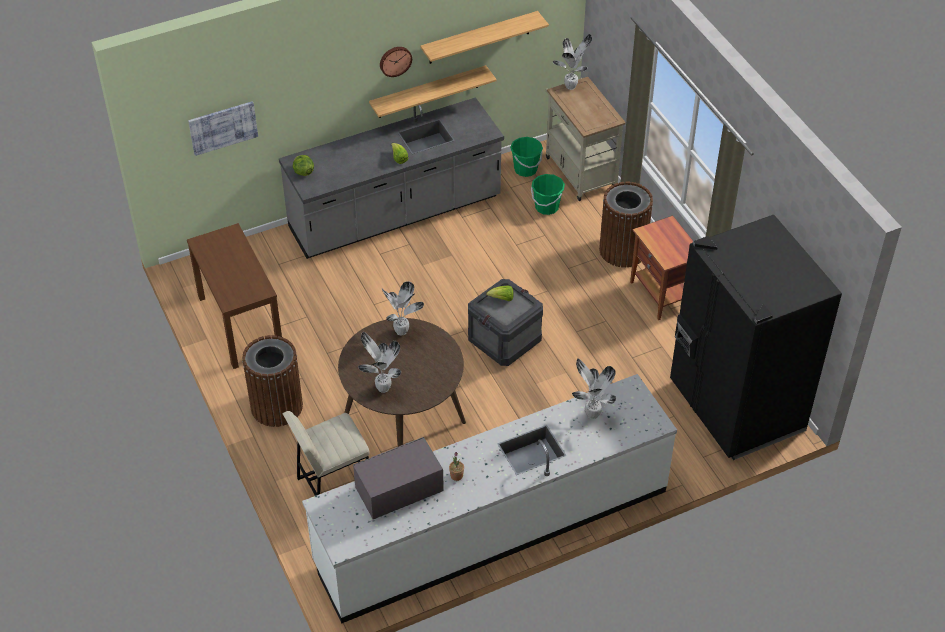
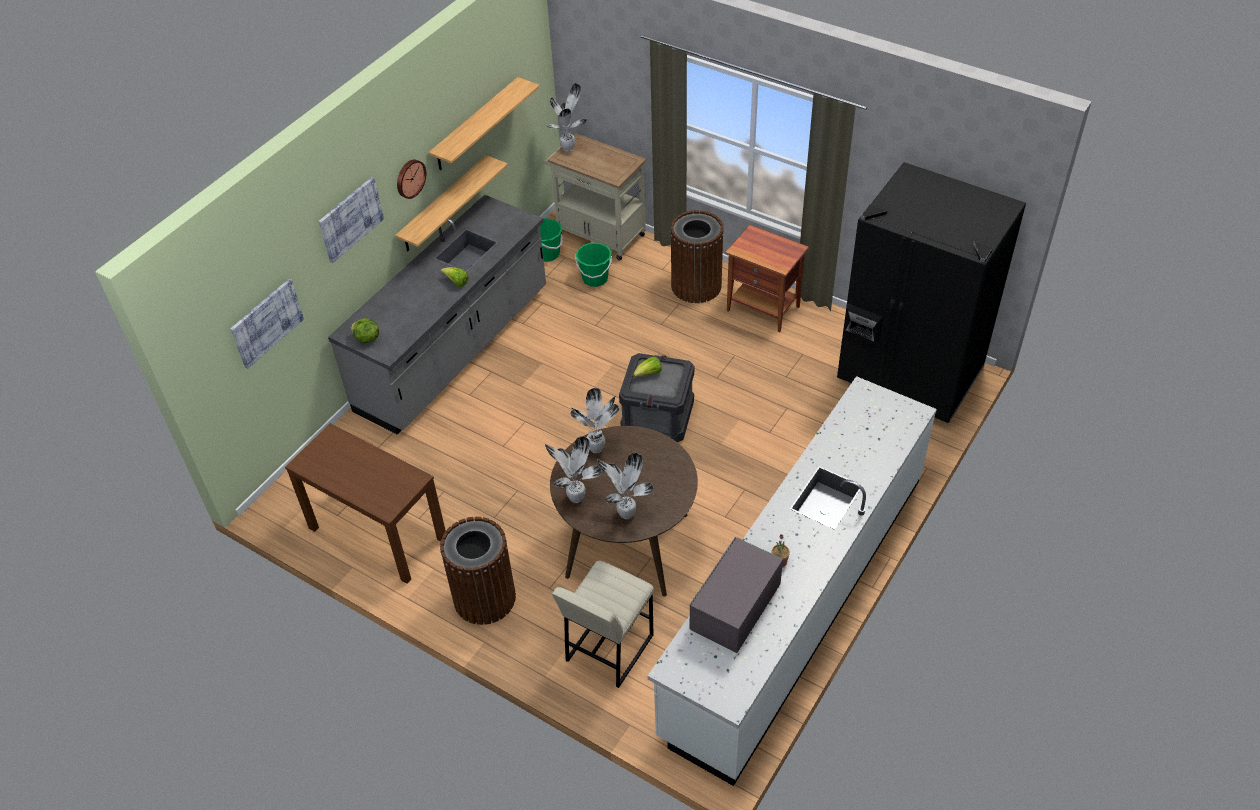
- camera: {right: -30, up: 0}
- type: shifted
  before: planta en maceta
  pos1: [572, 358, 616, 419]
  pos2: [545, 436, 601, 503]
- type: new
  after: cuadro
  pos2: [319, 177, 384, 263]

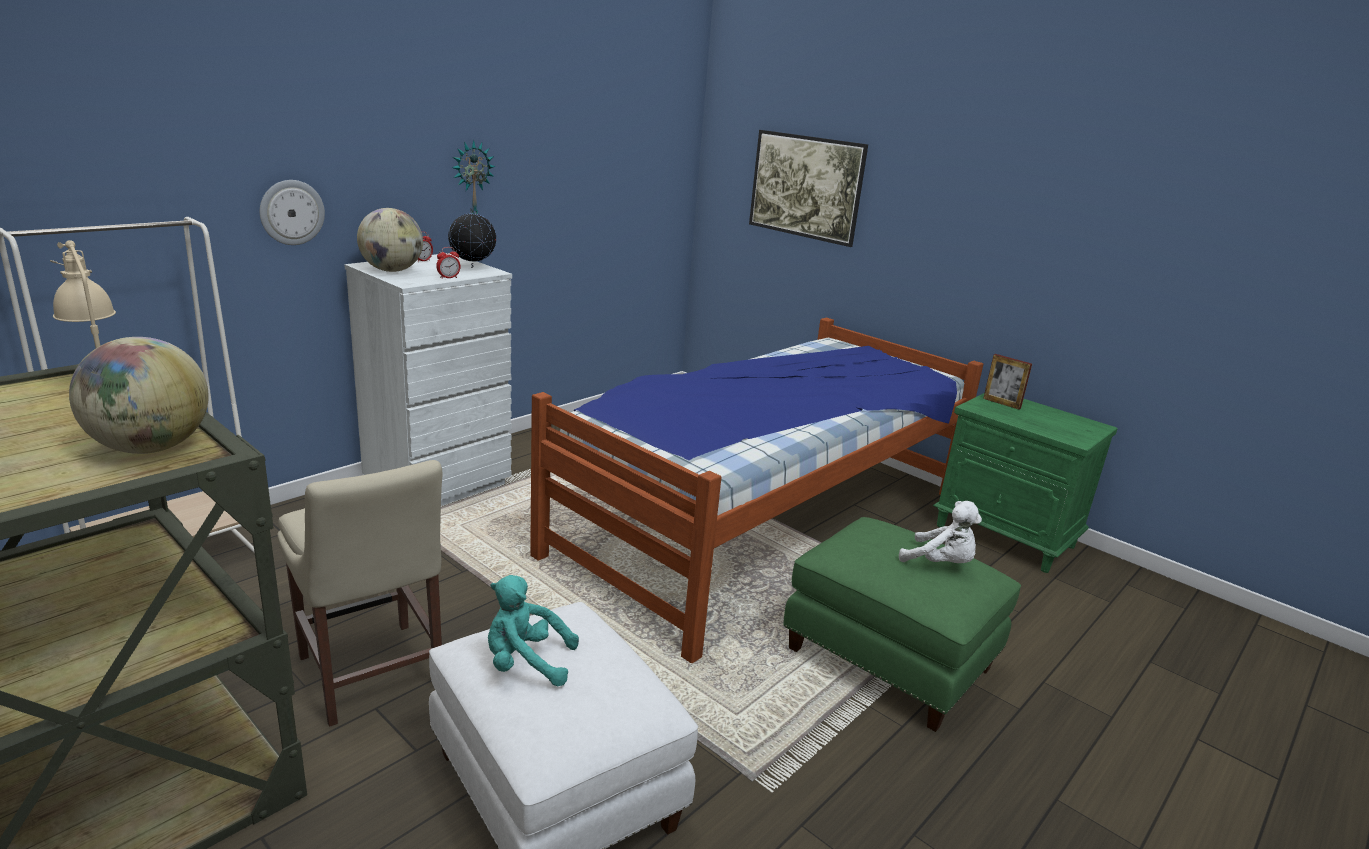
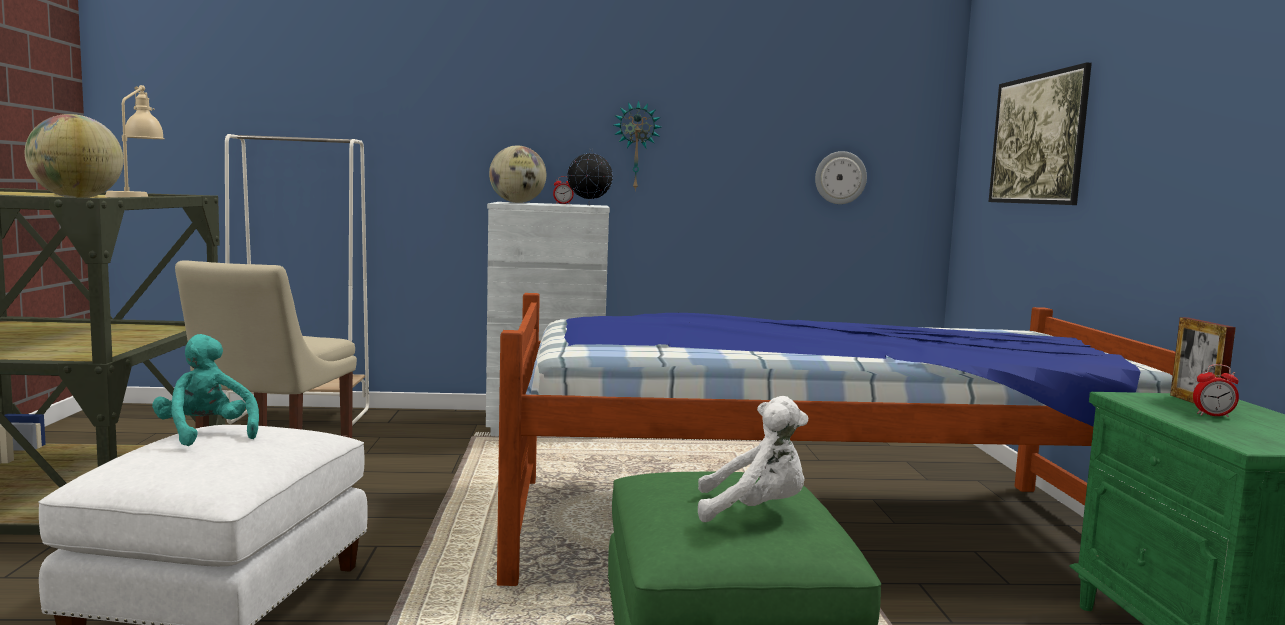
- camera: {right: 45, up: -15}
- type: shifted
  before: reloj de pared
  pos1: [260, 180, 325, 245]
  pos2: [815, 151, 867, 204]
- type: shifted
  before: despertador
  pos1: [436, 247, 460, 279]
  pos2: [1193, 364, 1239, 417]
- type: rotated
  before: peluche/blanco
  pos1: [899, 501, 982, 563]
  pos2: [698, 396, 808, 522]
  turn: -75

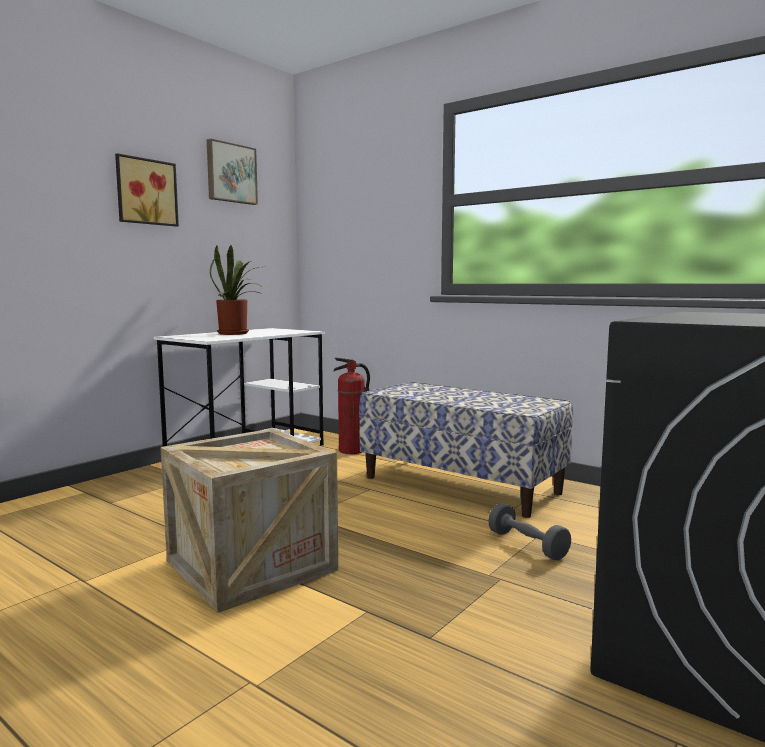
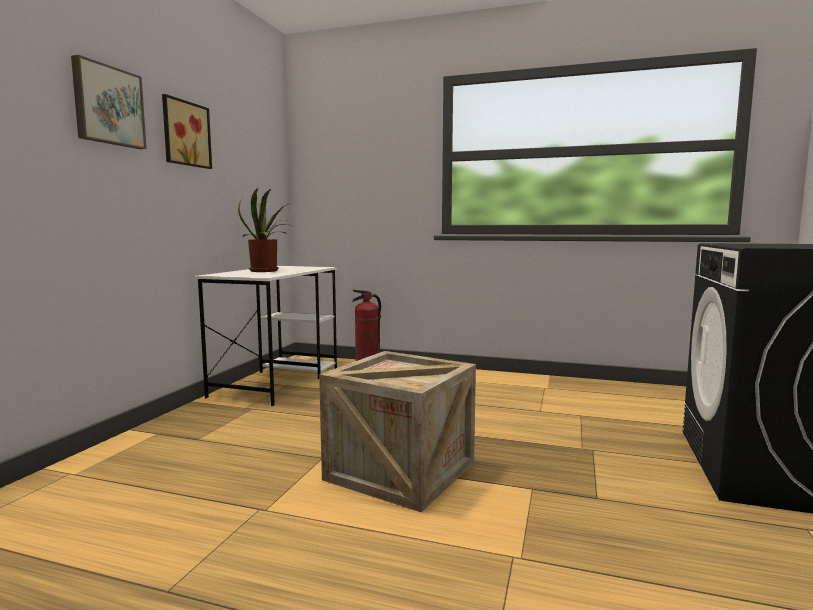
- camera: {right: -20, up: 0}
- type: shifted
  before: cuadro
  pos1: [207, 139, 258, 205]
  pos2: [71, 55, 147, 149]
- type: gone
  before: banco
  pos1: [359, 382, 573, 518]
- type: gone
  before: mancuerna/gris
  pos1: [488, 503, 571, 560]

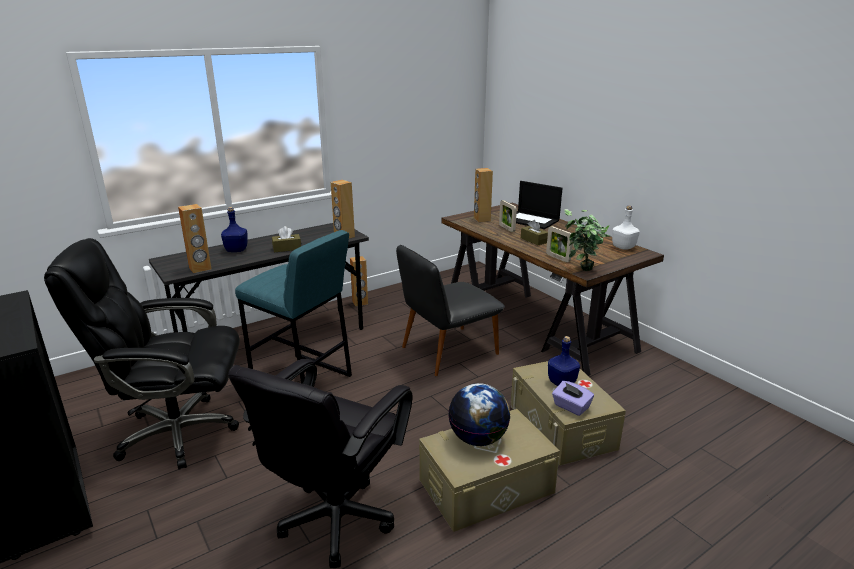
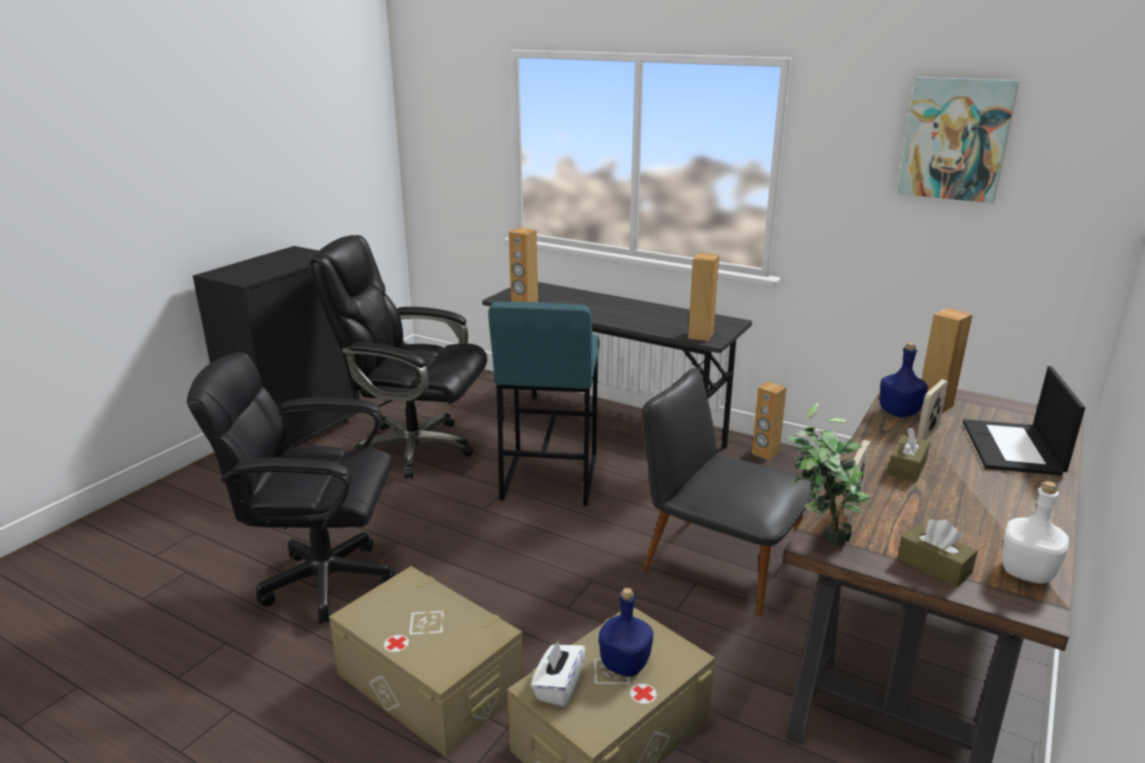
- camera: {right: 65, up: 0}
- type: shifted
  before: botella/azul
  pos1: [221, 207, 248, 252]
  pos2: [880, 342, 928, 417]
- type: shifted
  before: caja de pañuelos/marrón
  pos1: [272, 226, 301, 252]
  pos2: [897, 519, 977, 587]
- type: rotated
  before: silla de oficina/negro
  pos1: [44, 238, 240, 469]
  pos2: [310, 235, 487, 479]
  turn: -45
- type: repainted
  before: caja de pañuelos/morado
  after: caja de pañuelos/blanco
  pos1: [552, 381, 594, 416]
  pos2: [531, 640, 585, 707]
- type: gone
  before: globo terráqueo
  pos1: [448, 383, 510, 446]
- type: new
  after: cuadro
  pos2: [897, 77, 1019, 203]

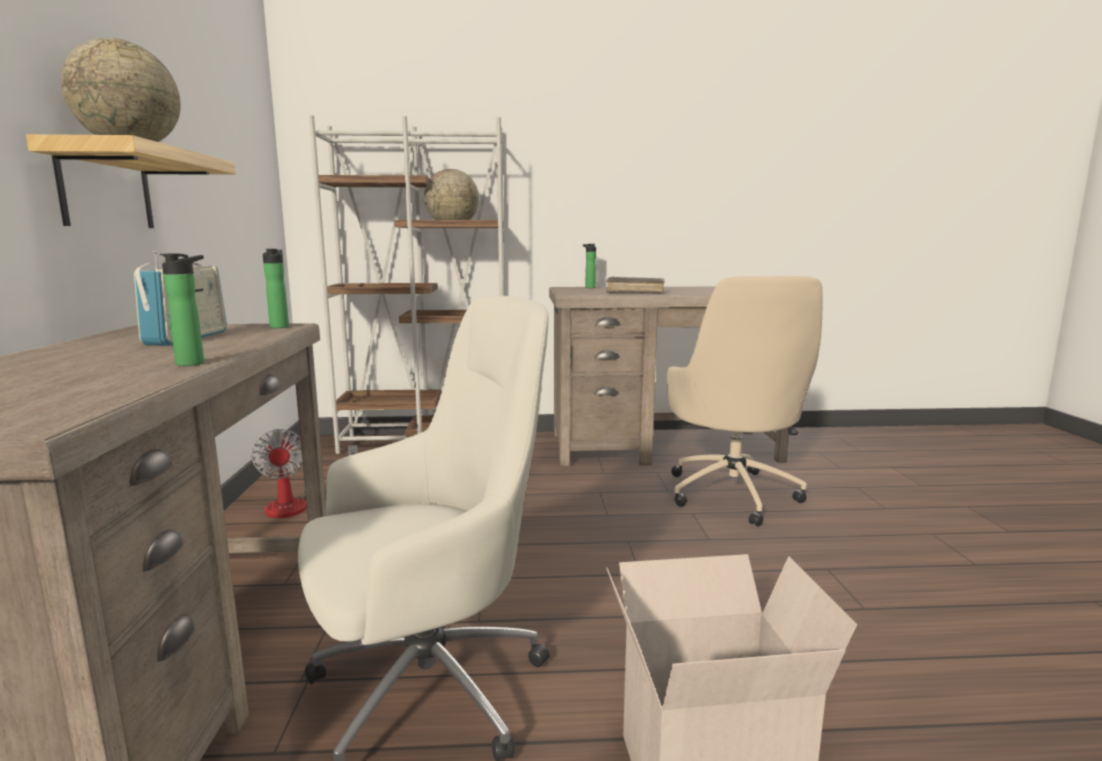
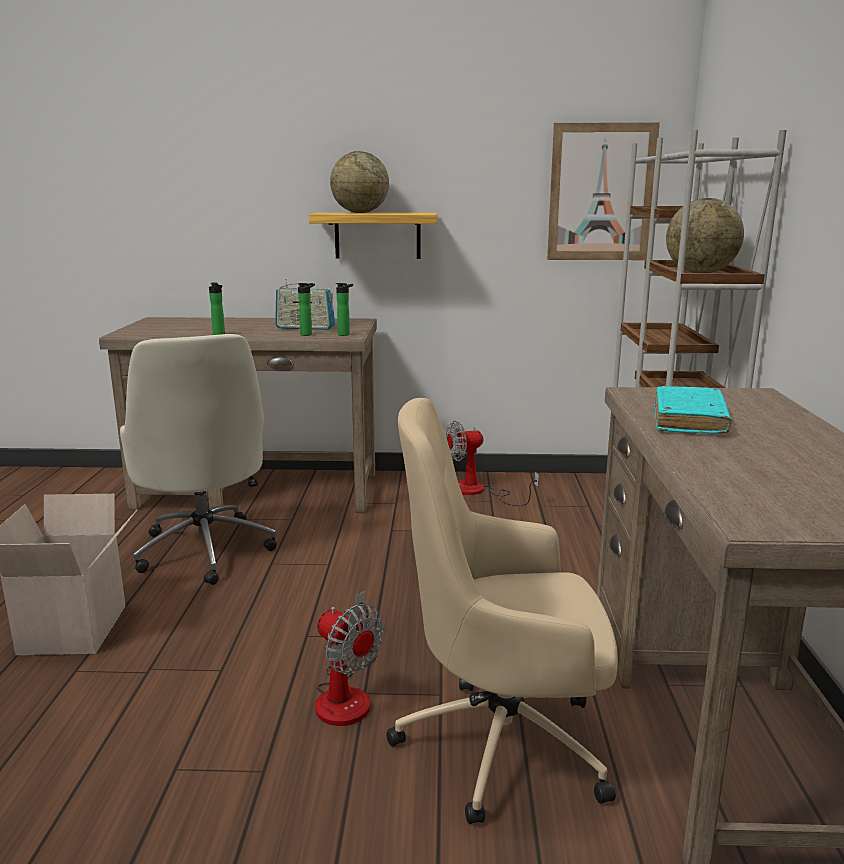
- camera: {right: 95, up: 5}
- type: shifted
  before: botella
  pos1: [583, 244, 596, 288]
  pos2: [298, 283, 315, 336]
- type: repainted
  before: libro/marrón
  after: libro/turquesa
  pos1: [606, 277, 665, 294]
  pos2: [654, 386, 732, 434]
- type: new
  after: cuadro
  pos2: [547, 122, 660, 260]
- type: new
  after: ventilador
  pos2: [315, 591, 384, 726]

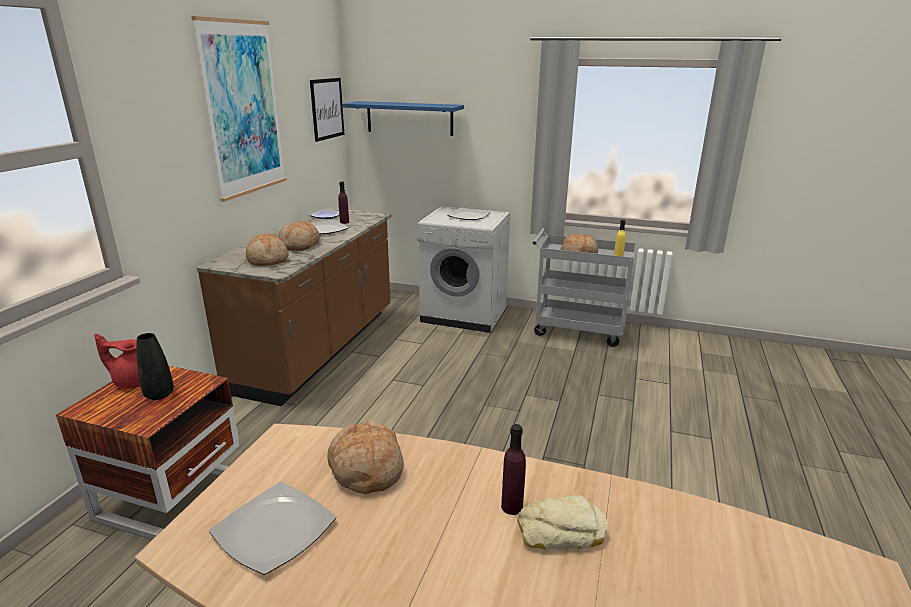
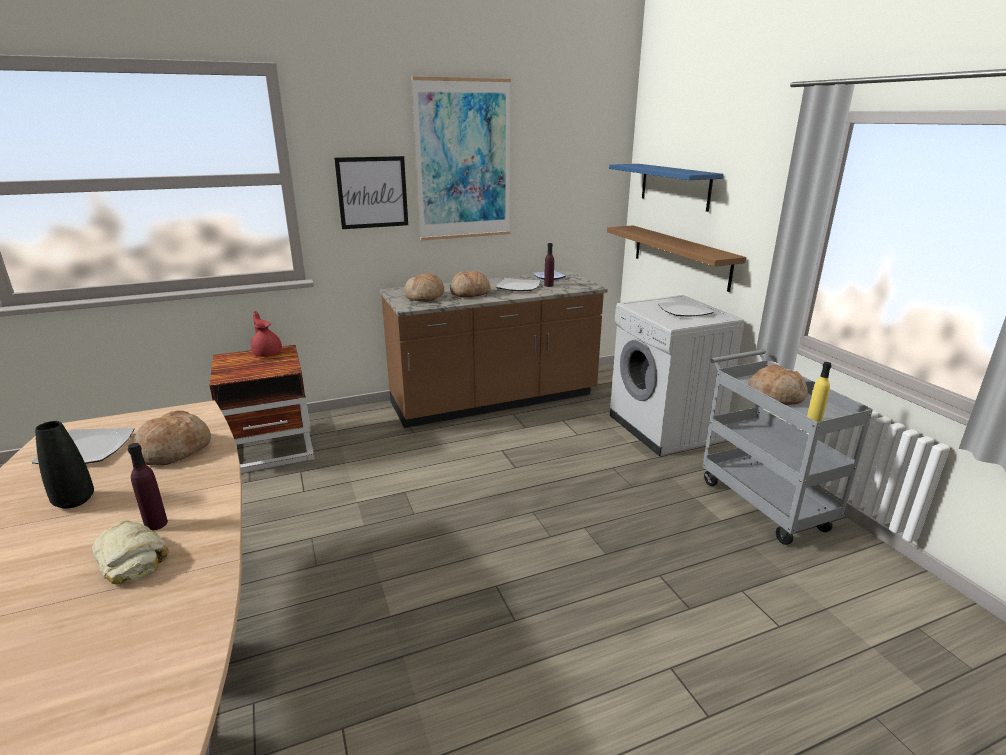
- camera: {right: 50, up: 0}
- type: shifted
  before: cuadro
  pos1: [310, 78, 344, 142]
  pos2: [334, 156, 408, 229]
- type: shifted
  before: florero/negro
  pos1: [137, 333, 174, 400]
  pos2: [35, 421, 94, 509]
- type: new
  after: estante/marrón
  pos2: [607, 225, 746, 292]

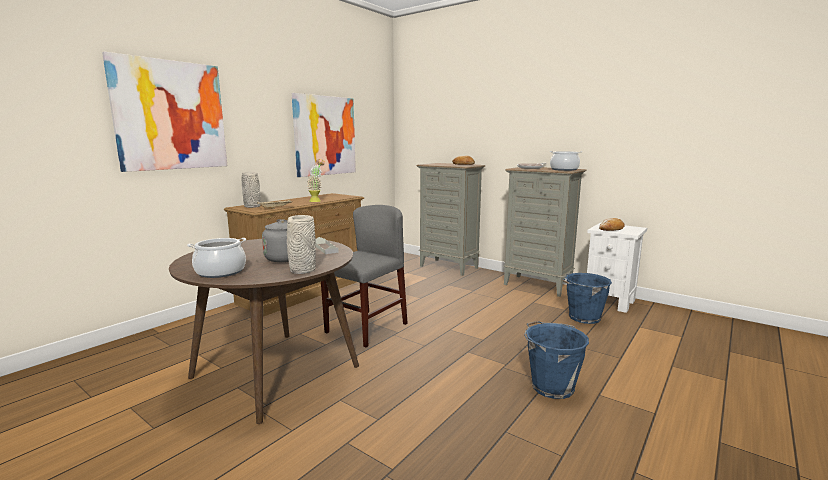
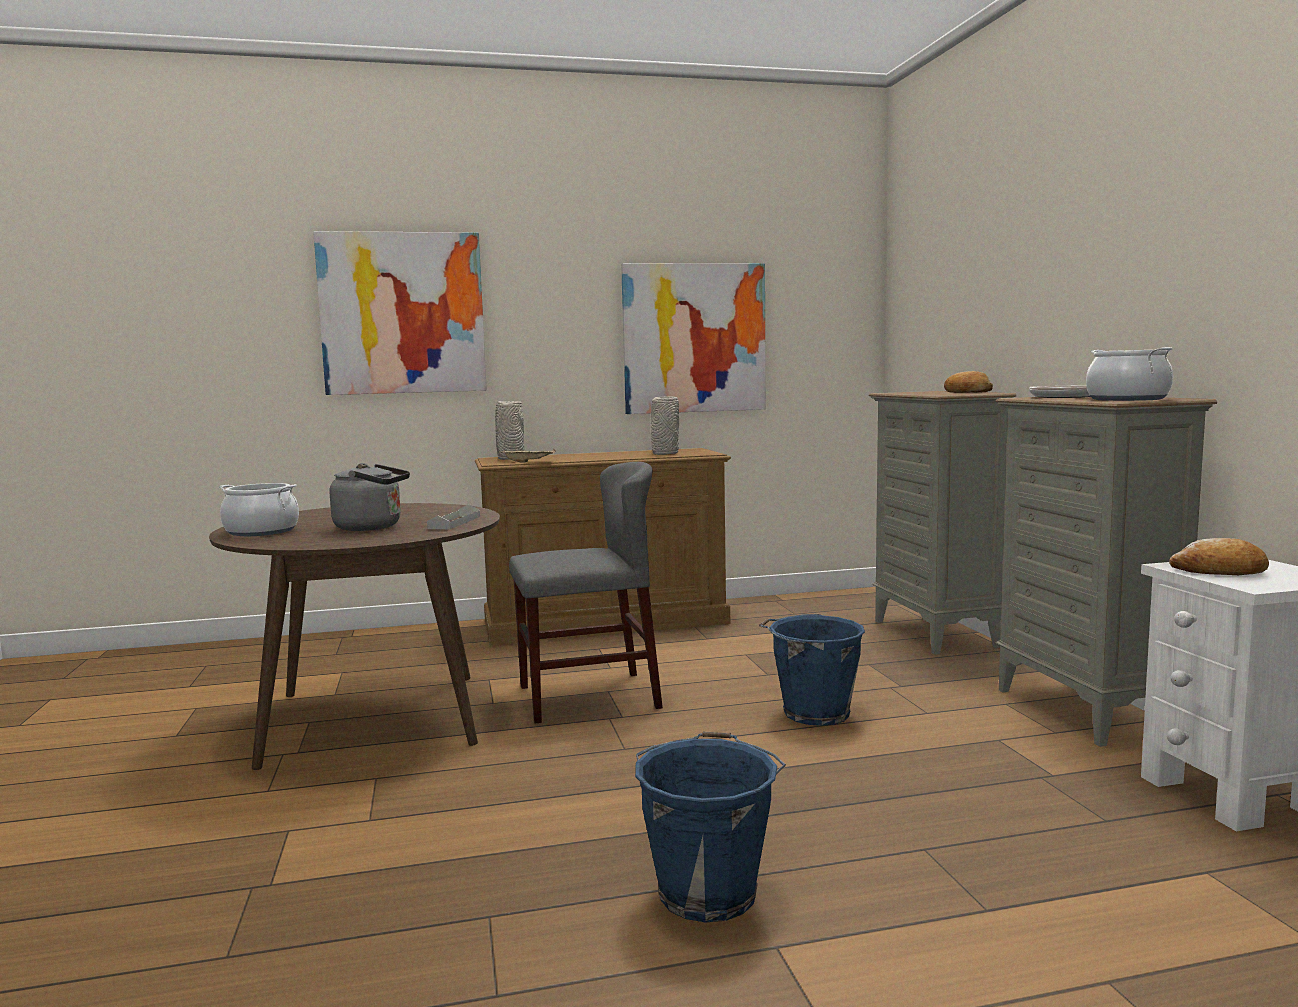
- camera: {right: 40, up: -5}
- type: gone
  before: planta en maceta
  pos1: [307, 159, 325, 202]
- type: shifted
  before: florero/gris
  pos1: [287, 215, 316, 274]
  pos2: [651, 396, 679, 455]
- type: shifted
  before: cubo/azul
  pos1: [562, 273, 612, 324]
  pos2: [759, 614, 865, 726]

